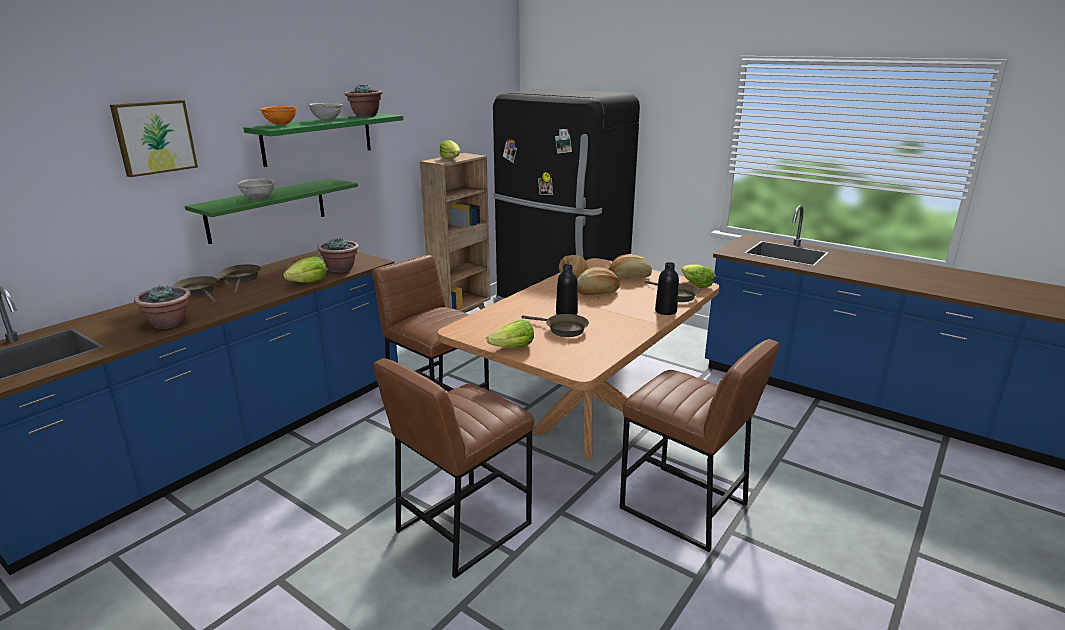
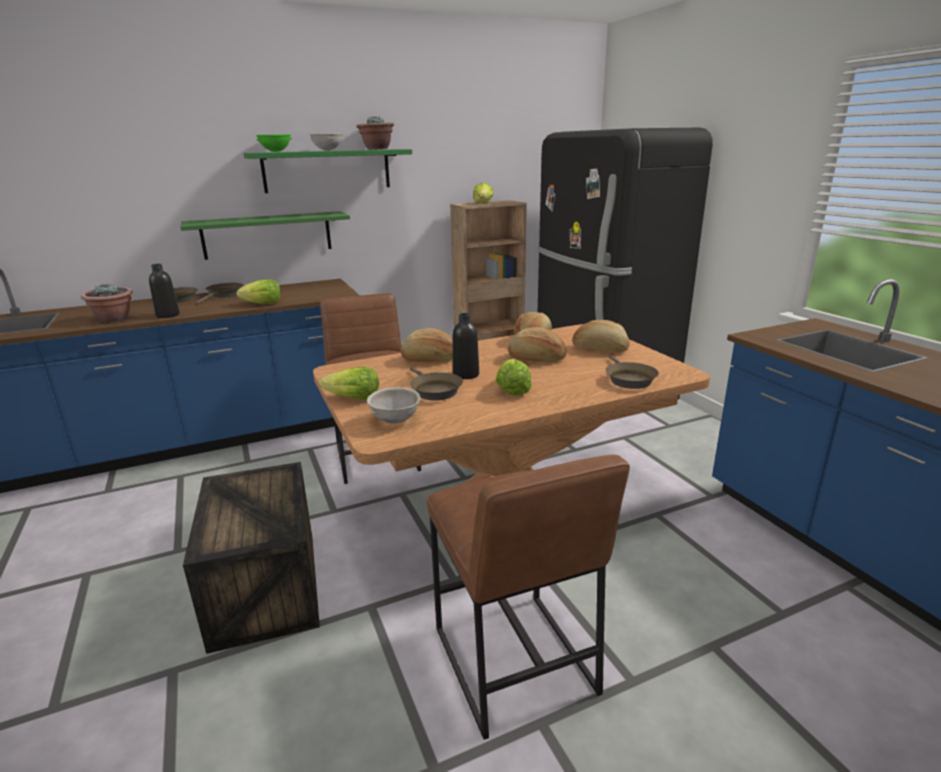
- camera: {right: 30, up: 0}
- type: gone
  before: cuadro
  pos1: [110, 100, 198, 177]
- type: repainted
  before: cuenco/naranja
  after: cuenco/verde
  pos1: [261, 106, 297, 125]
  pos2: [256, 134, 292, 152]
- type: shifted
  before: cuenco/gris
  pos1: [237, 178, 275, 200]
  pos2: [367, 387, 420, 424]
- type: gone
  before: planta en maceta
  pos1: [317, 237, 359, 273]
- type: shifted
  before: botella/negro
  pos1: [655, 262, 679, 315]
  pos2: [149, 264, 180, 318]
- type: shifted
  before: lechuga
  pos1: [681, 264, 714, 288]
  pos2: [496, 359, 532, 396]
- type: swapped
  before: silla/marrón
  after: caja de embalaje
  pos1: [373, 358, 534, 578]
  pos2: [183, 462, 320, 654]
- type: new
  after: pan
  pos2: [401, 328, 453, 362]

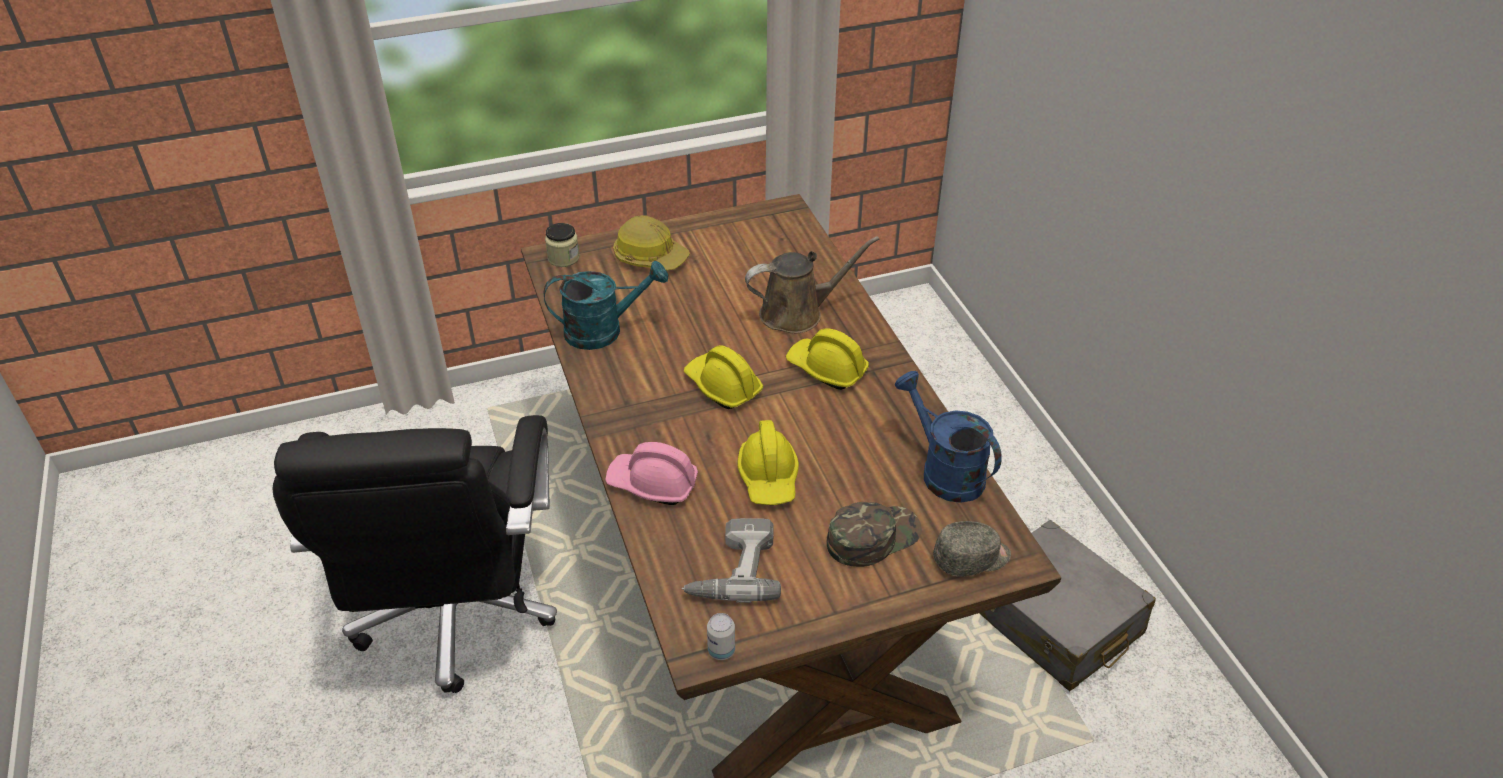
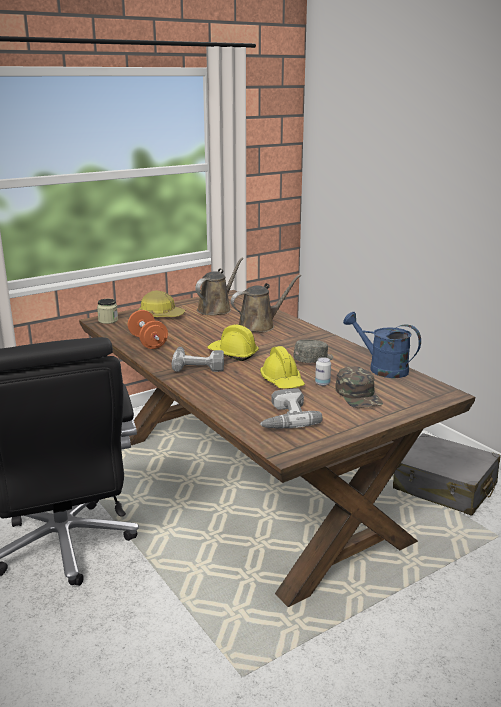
- camera: {right: -15, up: -20}
- type: swapped
  before: regadera/turquesa
  after: mancuerna/naranja
  pos1: [544, 261, 668, 350]
  pos2: [128, 310, 168, 349]
- type: gone
  before: casco/amarillo
  pos1: [786, 329, 869, 390]
- type: gone
  before: casco/rosa
  pos1: [605, 442, 698, 505]
- type: rotated
  before: gorra/verde
  pos1: [827, 502, 922, 567]
  pos2: [335, 366, 383, 408]
  turn: 120
- type: shifted
  before: gorra/gris
  pos1: [933, 521, 1011, 577]
  pos2: [293, 340, 333, 363]
- type: shifted
  before: lata
  pos1: [707, 613, 735, 660]
  pos2: [315, 357, 331, 386]
- type: new
  after: regadera/marrón
  pos2: [195, 258, 243, 316]
- type: new
  after: taladro
  pos2: [172, 347, 224, 372]

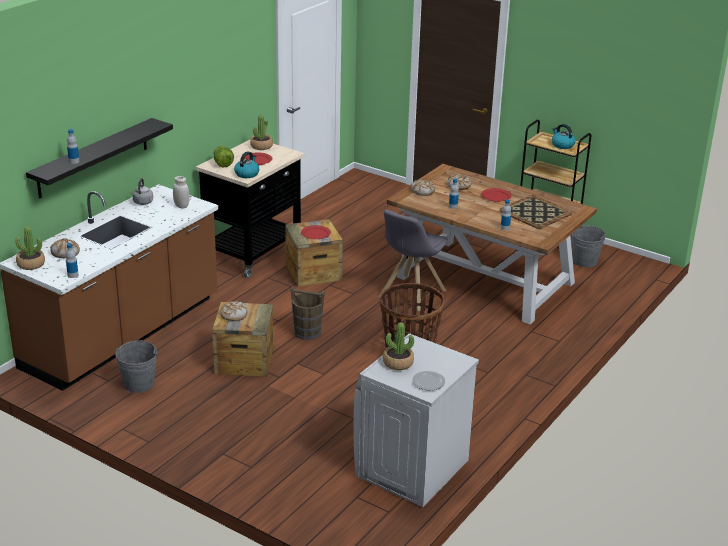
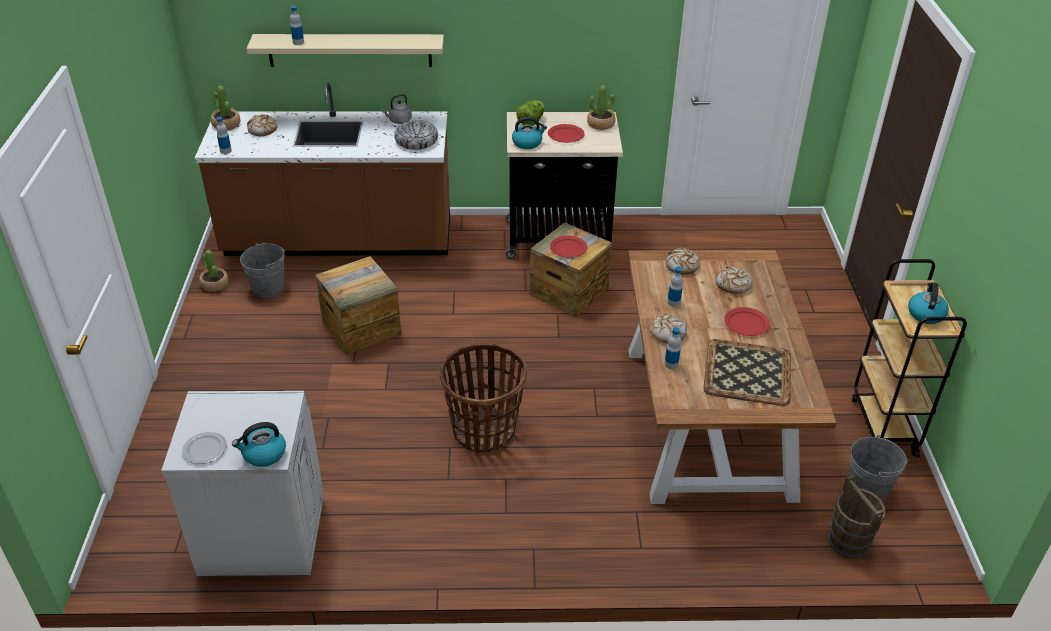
- camera: {right: 55, up: 10}
- type: repainted
  before: estante/negro
  after: estante/beis
  pos1: [26, 118, 173, 198]
  pos2: [246, 34, 444, 67]
- type: swapped
  before: tarro/blanco
  after: cuenco
  pos1: [173, 176, 190, 208]
  pos2: [394, 120, 438, 150]
- type: gone
  before: silla/gris
  pos1: [379, 210, 448, 312]
- type: shifted
  before: cubo/marrón
  pos1: [290, 286, 325, 340]
  pos2: [828, 475, 885, 559]
- type: shifted
  before: pan
  pos1: [220, 301, 248, 321]
  pos2: [650, 314, 687, 344]
- type: shifted
  before: planta en maceta
  pos1: [383, 323, 414, 370]
  pos2: [199, 250, 229, 292]
- type: new
  after: hervidor
  pos2: [232, 422, 286, 467]

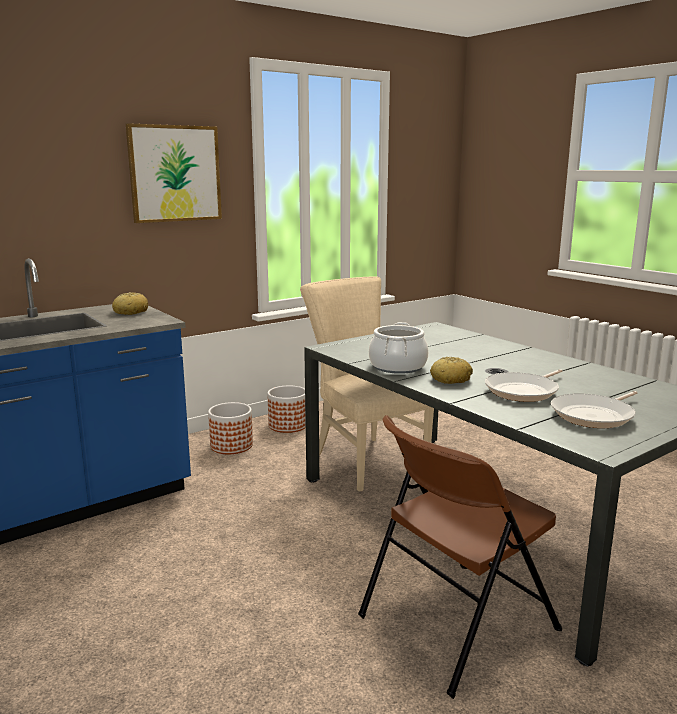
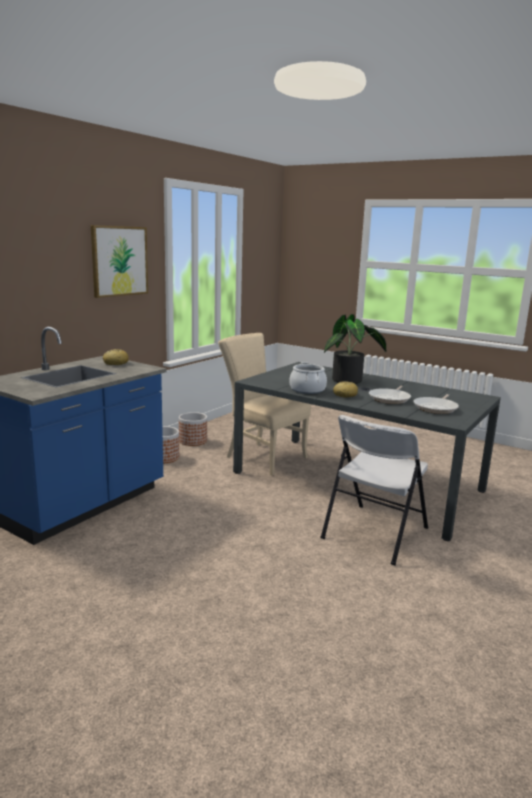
- camera: {right: -20, up: 0}
- type: repainted
  before: silla/marrón
  after: silla/blanco
  pos1: [358, 415, 562, 699]
  pos2: [320, 415, 428, 566]
- type: new
  after: planta en maceta
  pos2: [324, 314, 386, 384]

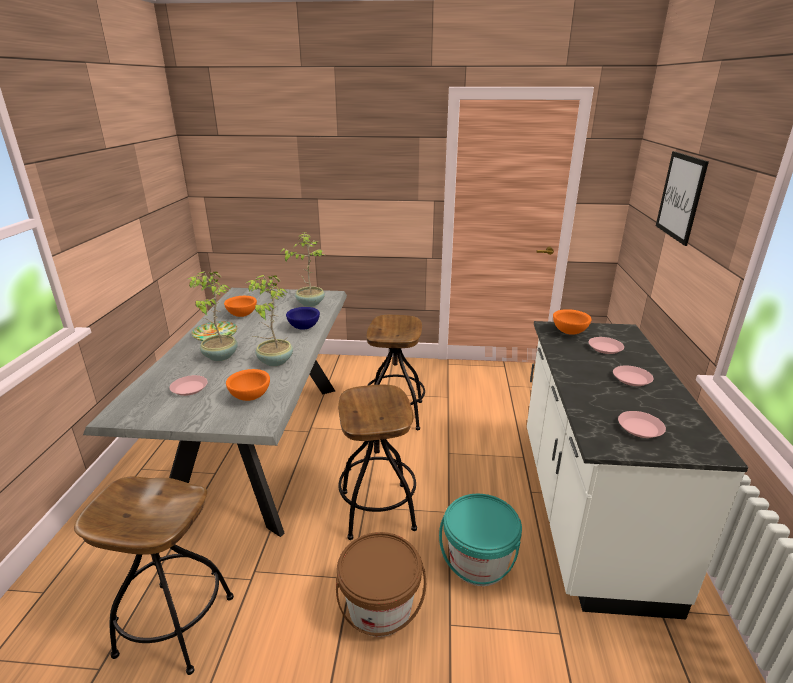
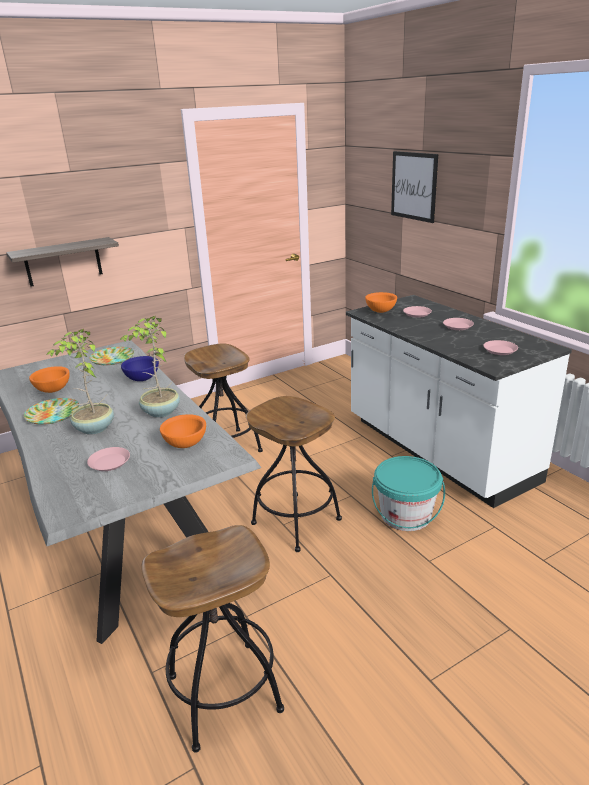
- camera: {right: -35, up: 0}
- type: swapped
  before: planta en maceta
  after: plato
  pos1: [281, 232, 325, 307]
  pos2: [89, 347, 134, 365]
- type: gone
  before: cubo/marrón
  pos1: [336, 532, 426, 637]
- type: new
  after: estante
  pos2: [6, 237, 119, 287]

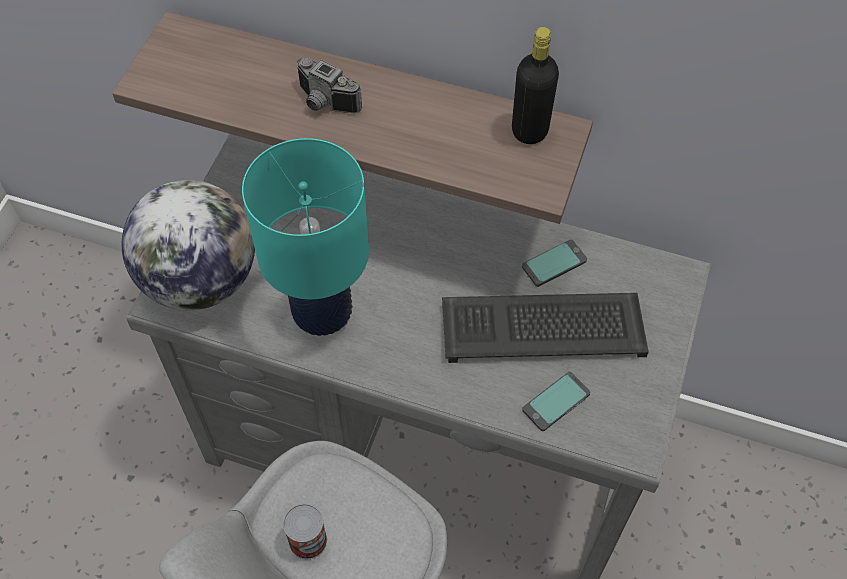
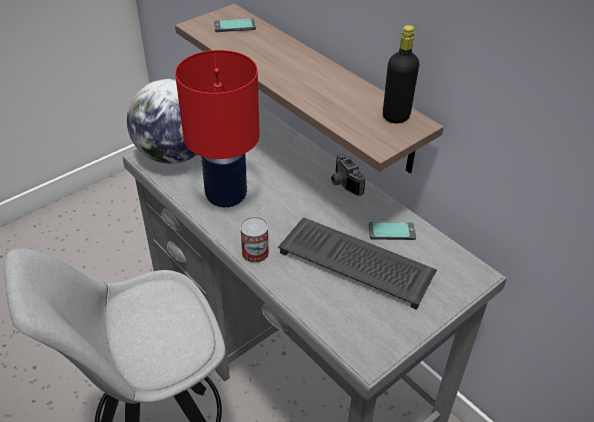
- camera: {right: 30, up: -15}
- type: shifted
  before: cámara
  pos1: [297, 57, 362, 113]
  pos2: [331, 153, 365, 196]
- type: repainted
  before: lámpara de mesa/turquesa
  after: lámpara de mesa/rojo
  pos1: [242, 138, 369, 336]
  pos2: [175, 50, 260, 208]
- type: shifted
  before: móvil
  pos1: [522, 372, 590, 431]
  pos2: [214, 18, 256, 32]
- type: shifted
  before: lata
  pos1: [283, 504, 327, 559]
  pos2: [240, 217, 269, 263]

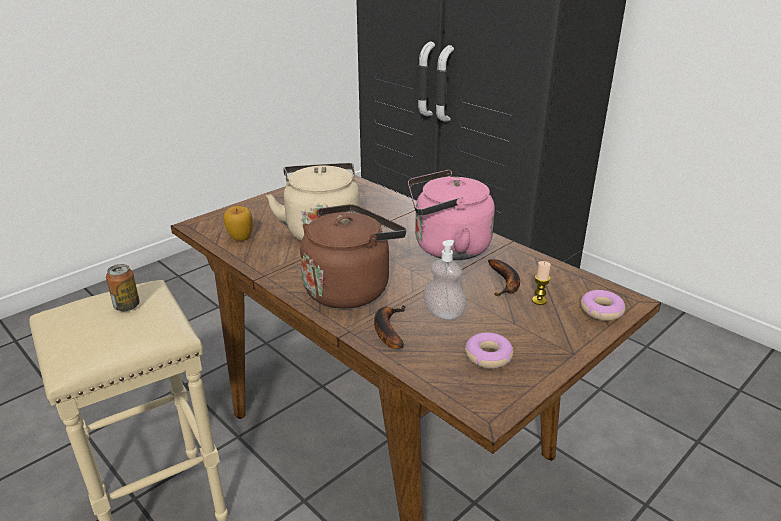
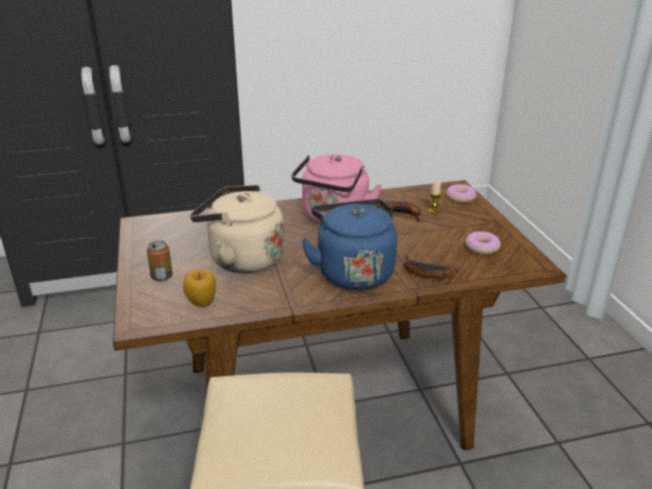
- camera: {right: -60, up: 0}
- type: repainted
  before: hervidor/marrón
  after: hervidor/azul
  pos1: [300, 204, 406, 309]
  pos2: [301, 199, 397, 290]
- type: gone
  before: dispensador de jabón
  pos1: [423, 240, 467, 320]
- type: shifted
  before: lata
  pos1: [106, 264, 140, 311]
  pos2: [147, 240, 173, 281]

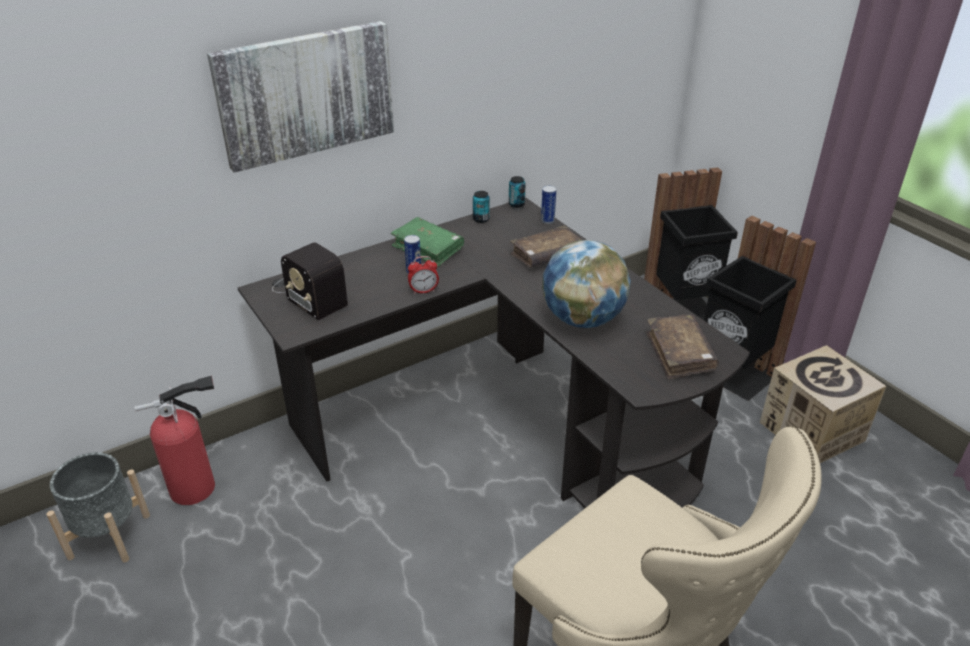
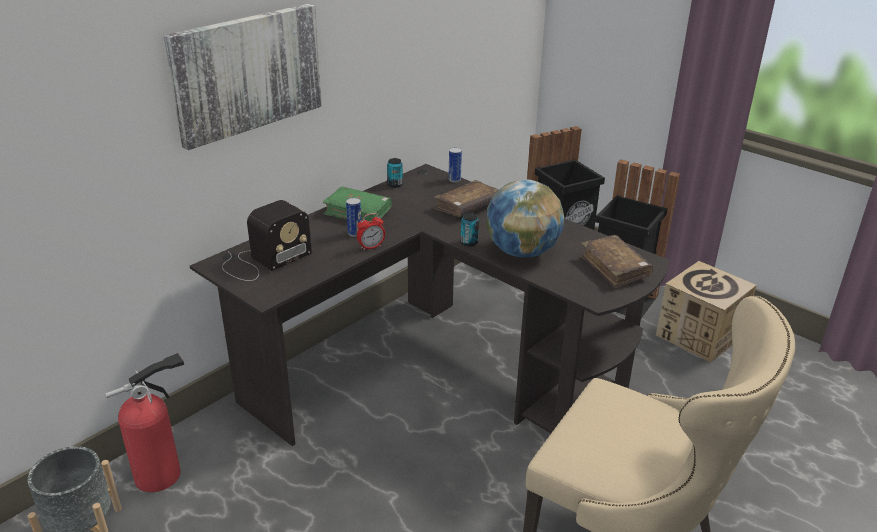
- camera: {right: -15, up: -5}
- type: shifted
  before: lata
  pos1: [509, 176, 526, 208]
  pos2: [461, 213, 479, 246]
- type: rotated
  before: radio
  pos1: [272, 242, 348, 320]
  pos2: [222, 200, 312, 281]
  turn: -75

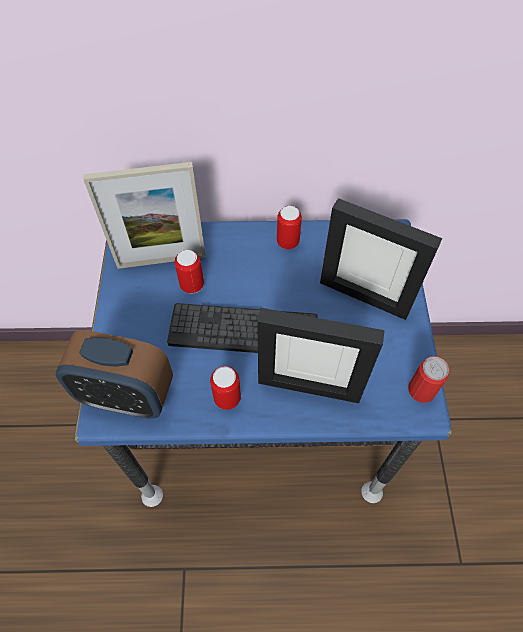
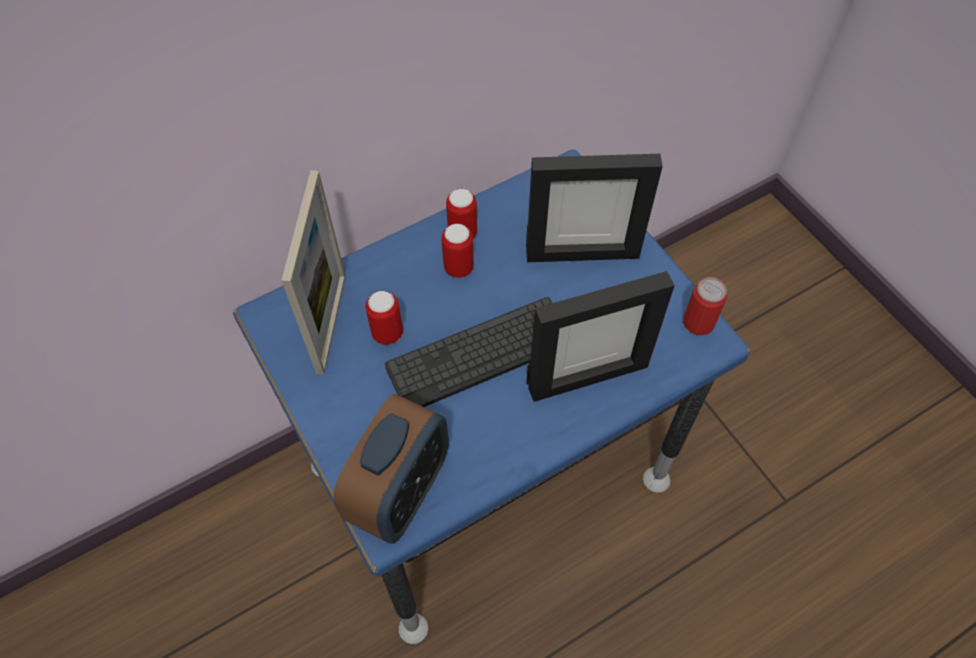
- camera: {right: -30, up: 0}
- type: rotated
  before: portarretratos
  pos1: [83, 162, 206, 269]
  pos2: [281, 170, 346, 375]
  turn: -45
- type: rotated
  before: despertador
  pos1: [56, 330, 173, 418]
  pos2: [333, 394, 449, 544]
  turn: -45
- type: shifted
  before: lata
  pos1: [210, 366, 241, 410]
  pos2: [441, 224, 474, 278]

